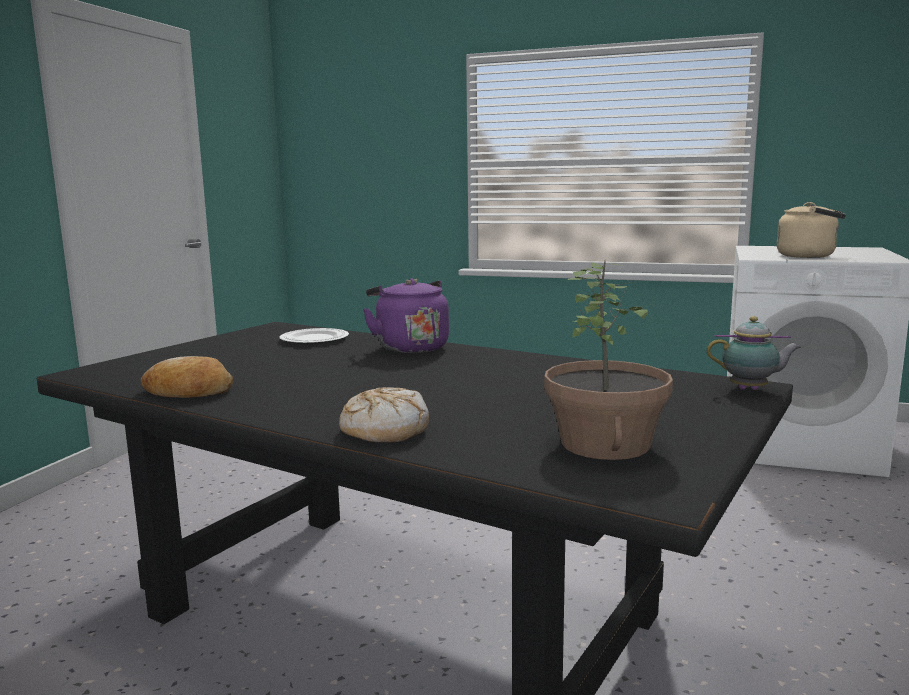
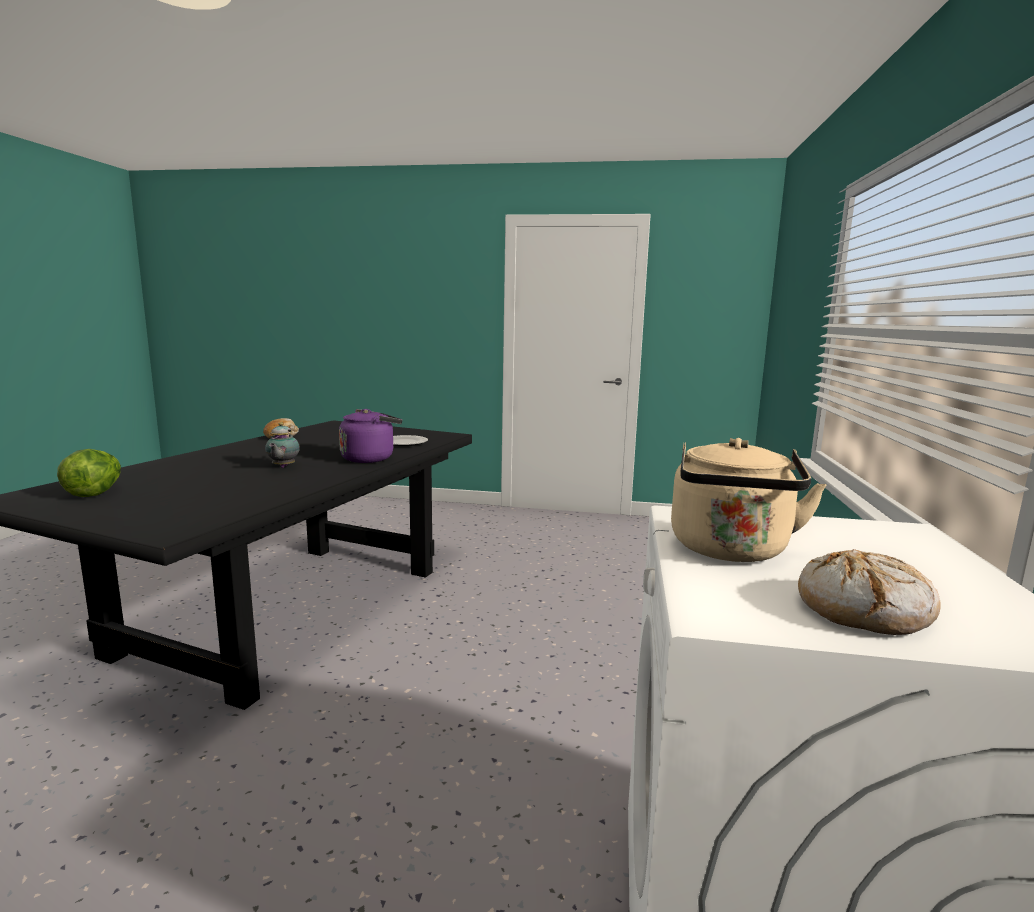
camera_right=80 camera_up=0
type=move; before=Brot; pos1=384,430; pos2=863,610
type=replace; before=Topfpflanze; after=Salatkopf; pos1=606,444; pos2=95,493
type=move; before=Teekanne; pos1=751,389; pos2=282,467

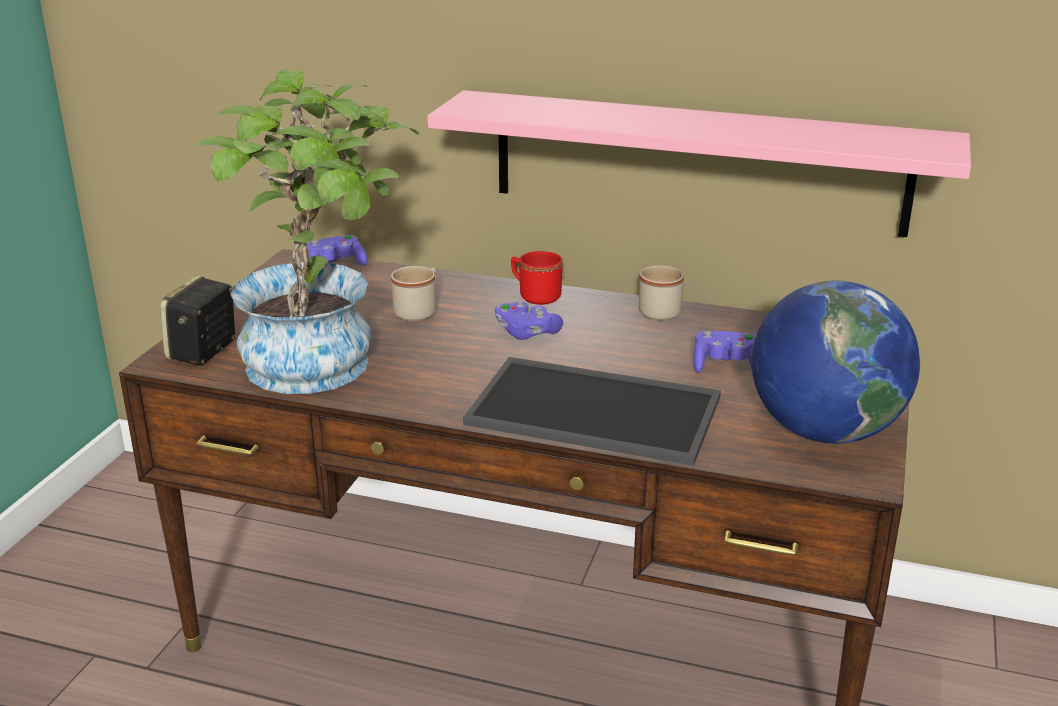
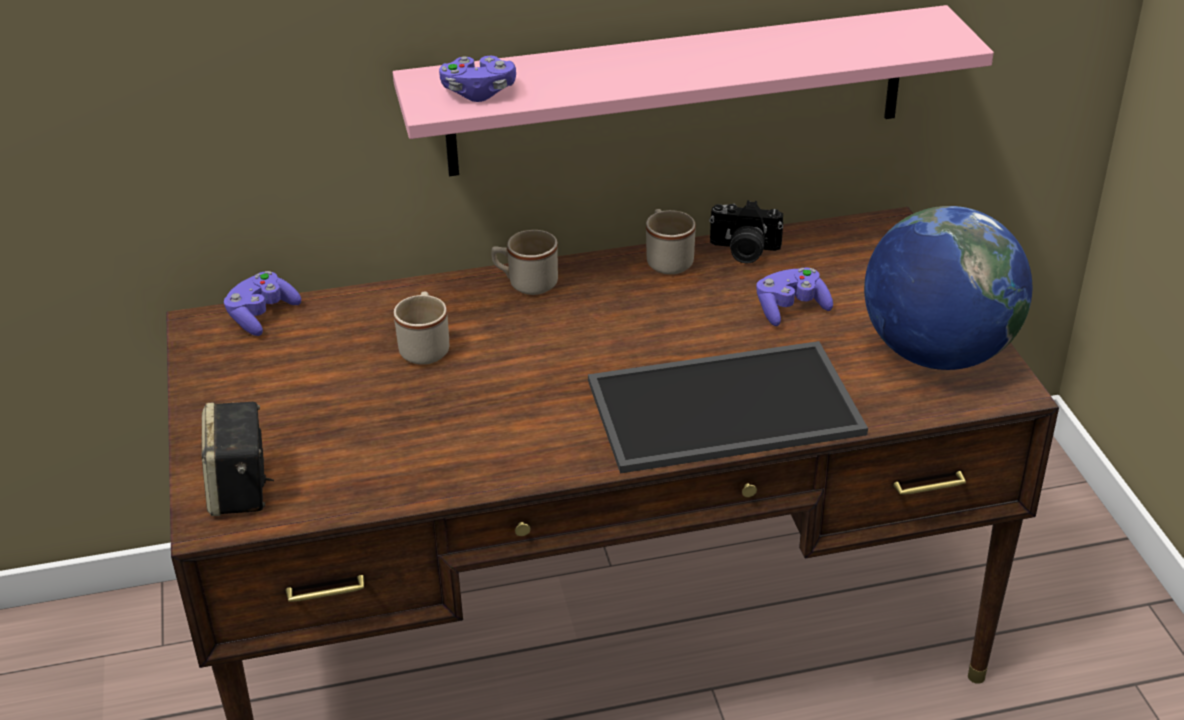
camera_right=-30 camera_up=10
type=delete; before=Topfpflanze; pos1=325,368
type=move; before=Gamepad/lila; pos1=526,333; pos2=478,93
type=recolor; before=Henkelbecher/rot; after=Henkelbecher/beige; pos1=535,296; pos2=526,283
type=insert; after=Kamera; pos2=744,251

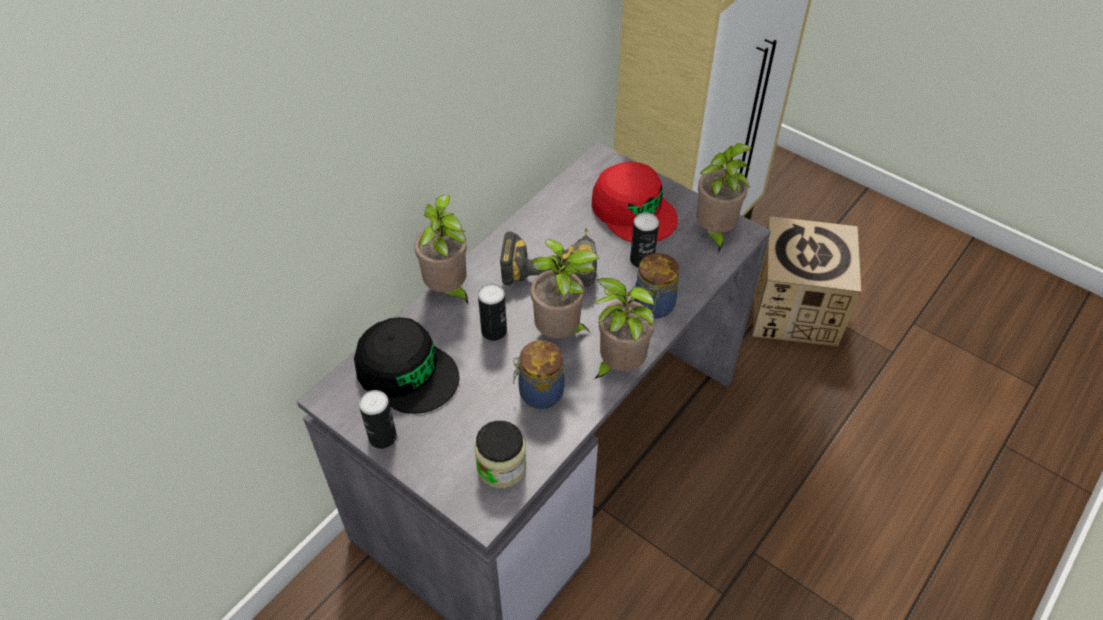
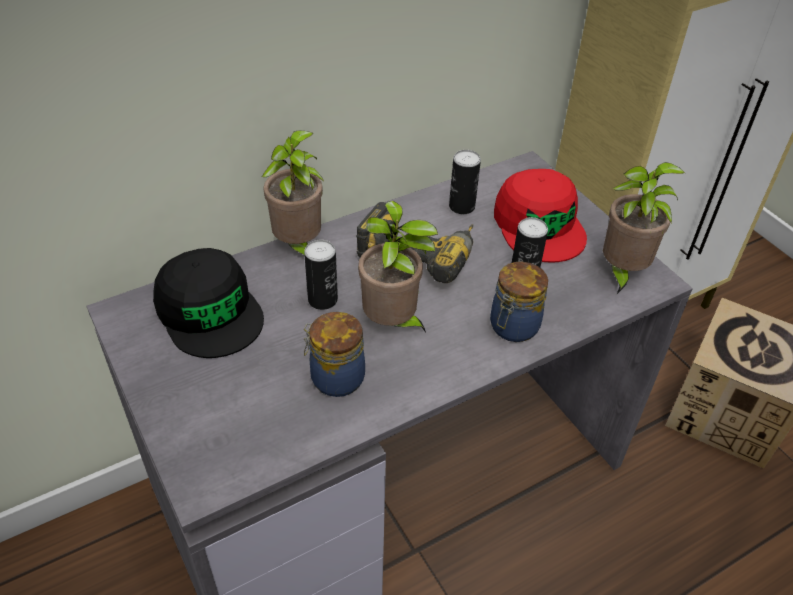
camera_right=20 camera_up=-5
type=move; before=Dose; pos1=382,437; pos2=462,206
type=delete; before=Vorratsglas; pos1=501,467
type=delete; before=Topfpflanze; pos1=618,365

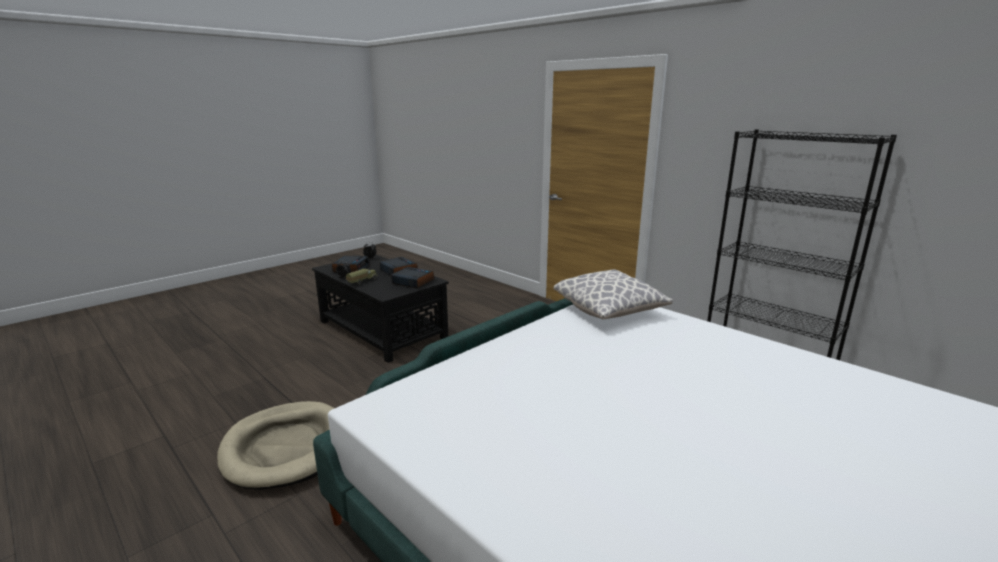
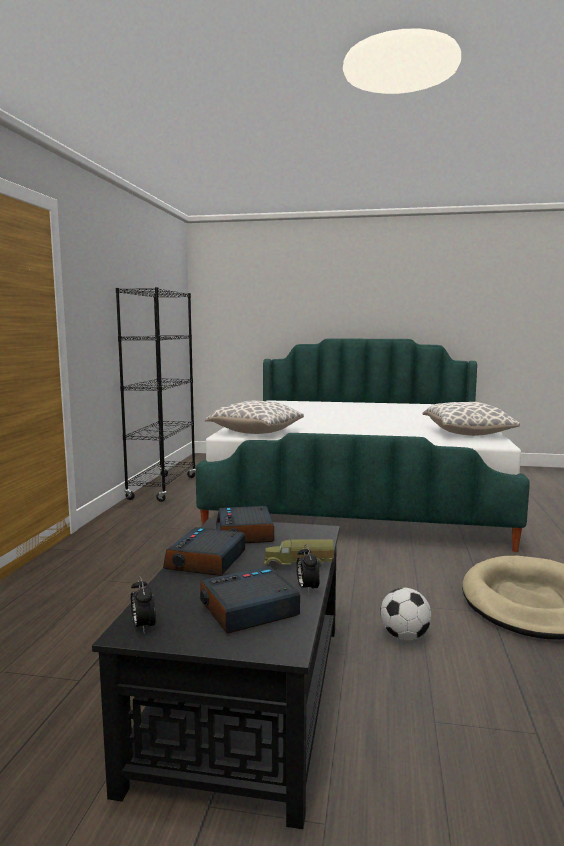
camera_right=-125 camera_up=-10
type=insert; after=Fußball; pos2=404,636
type=insert; after=Kissen; pos2=467,434

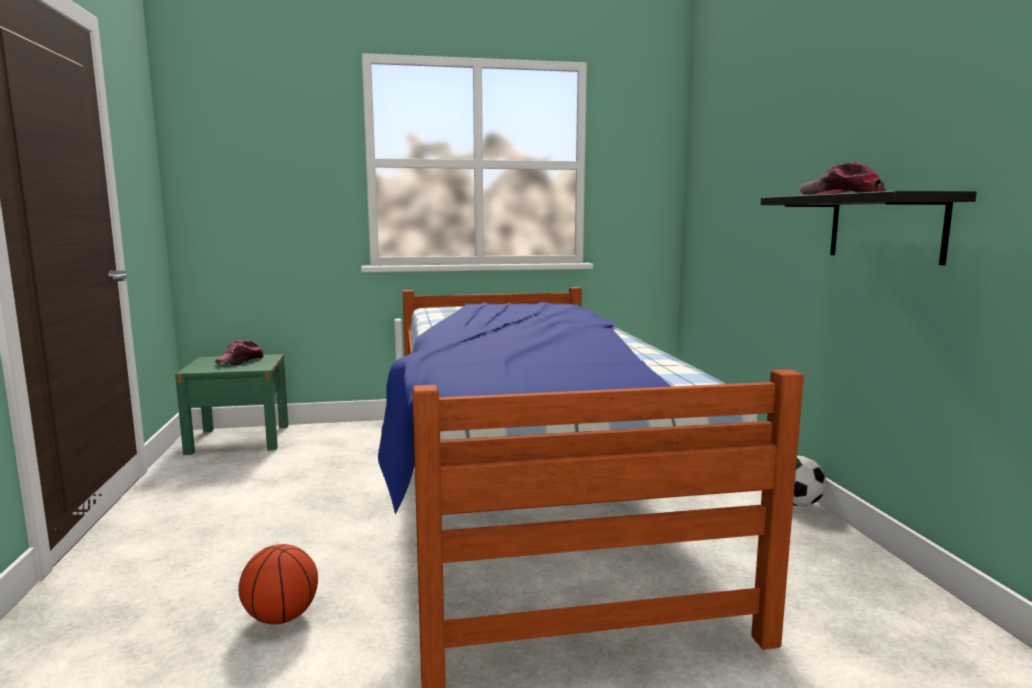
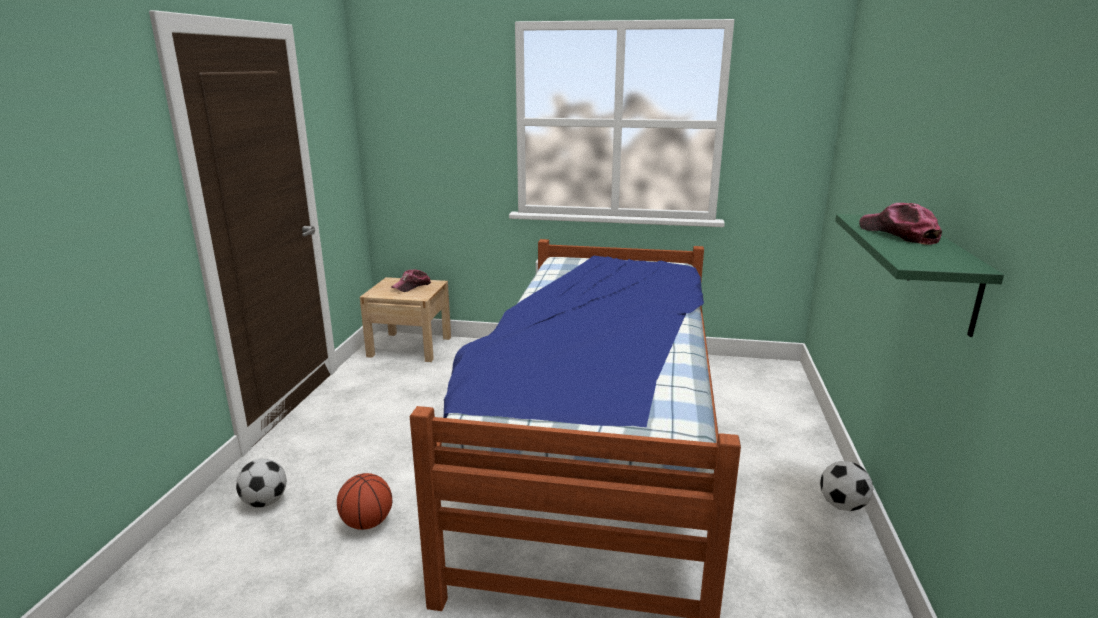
camera_right=20 camera_up=10
type=recolor; before=Nachttisch/grün; after=Nachttisch/beige; pos1=239,439; pos2=410,347
type=recolor; before=Wandregal/schwarz; after=Wandregal/grün; pos1=885,227; pos2=943,273
type=insert; after=Fußball; pos2=265,502

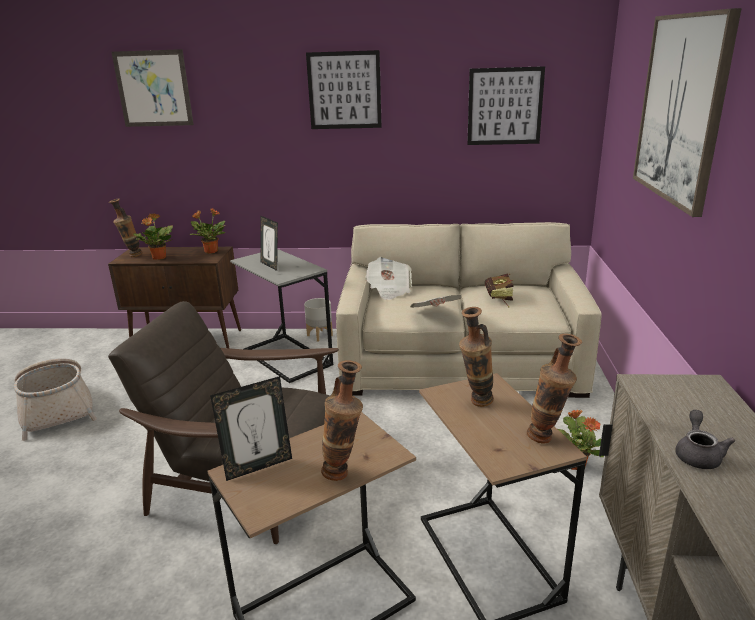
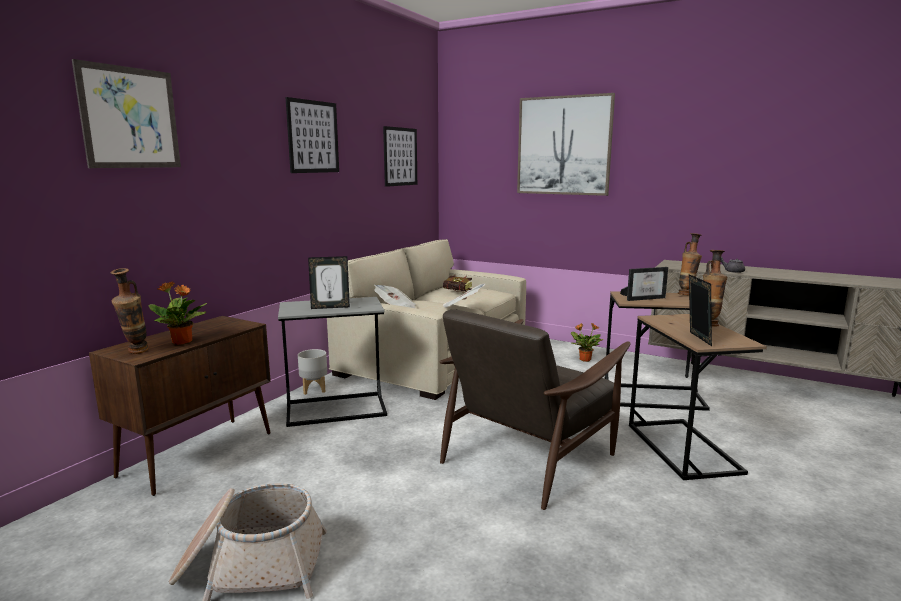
camera_right=-65 camera_up=-10
type=delete; before=Topfpflanze; pos1=210,251
type=replace; before=Vase; after=Bilderrahmen; pos1=475,403; pos2=644,298

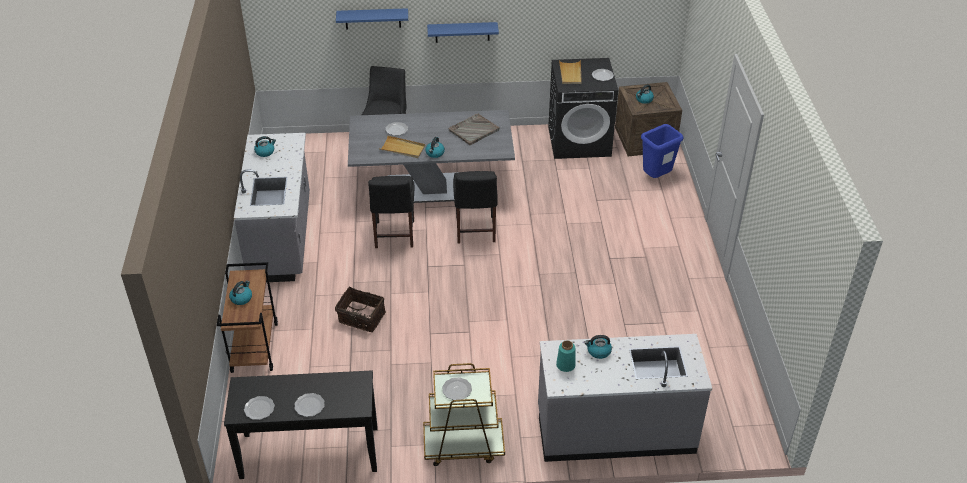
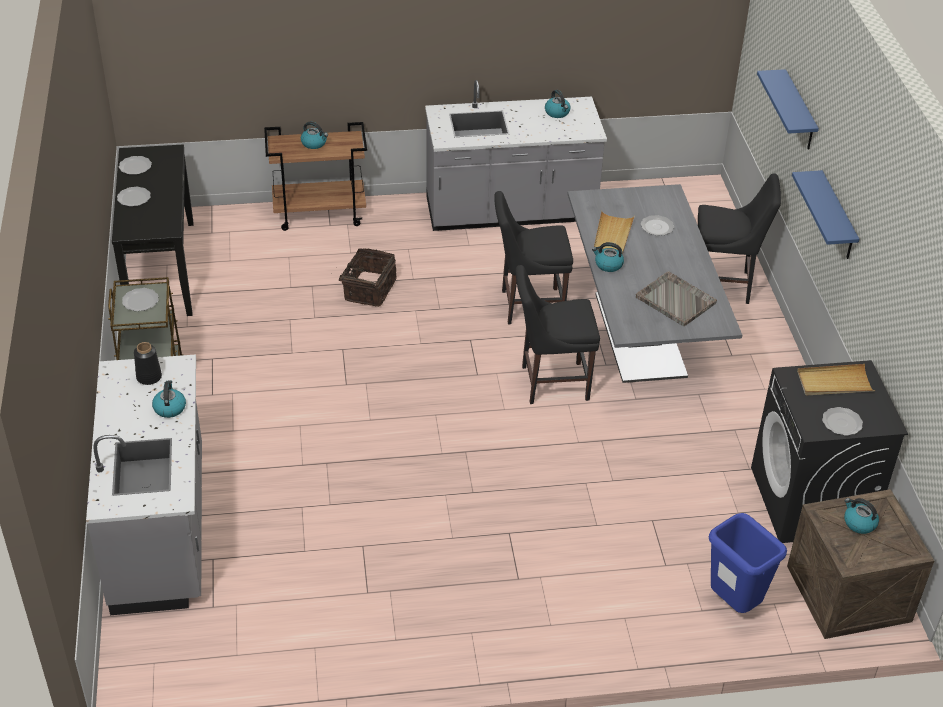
camera_right=85 camera_up=0
type=recolor; before=Vase/türkis; after=Vase/schwarz; pos1=565,365; pos2=149,377

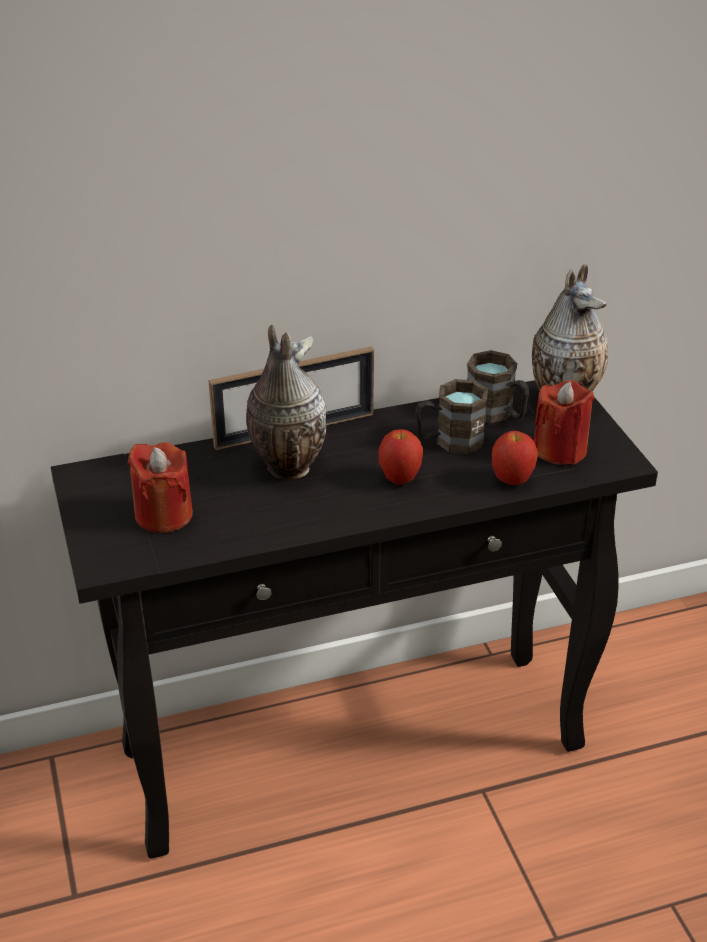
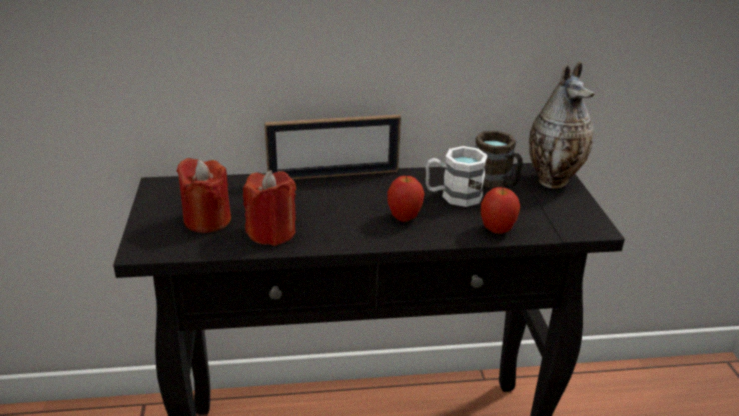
camera_right=10 camera_up=-5
type=delete; before=Vase; pos1=285,467
type=recolor; before=Henkelbecher/braun; after=Henkelbecher/weiß; pos1=449,441; pos2=453,196
type=move; before=Kerze/rot; pos1=559,449; pos2=272,232

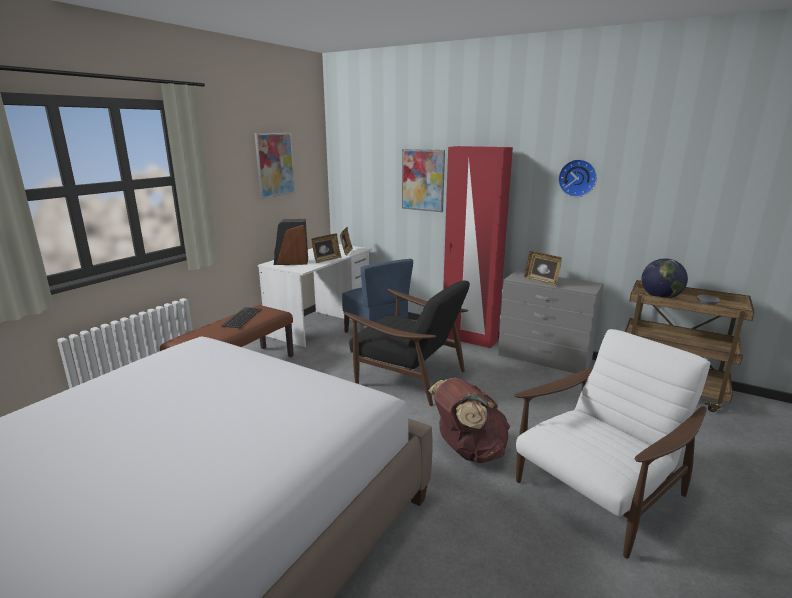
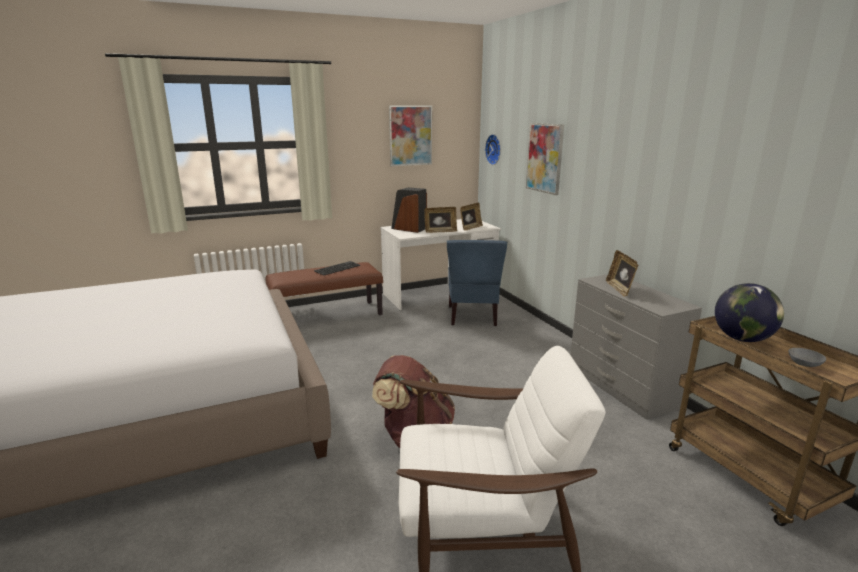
camera_right=35 camera_up=0
type=delete; before=Sessel/schwarz; pos1=408,376
type=delete; before=Kleiderschrank/rot; pos1=469,339
type=move; before=Wanduhr; pos1=577,178; pos2=494,149

